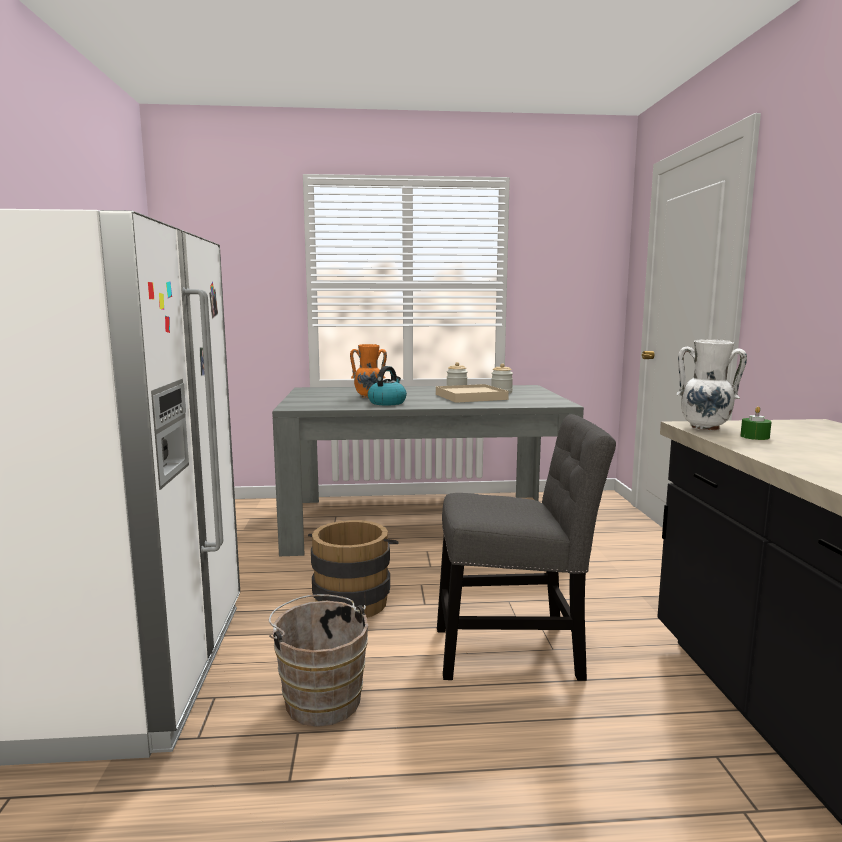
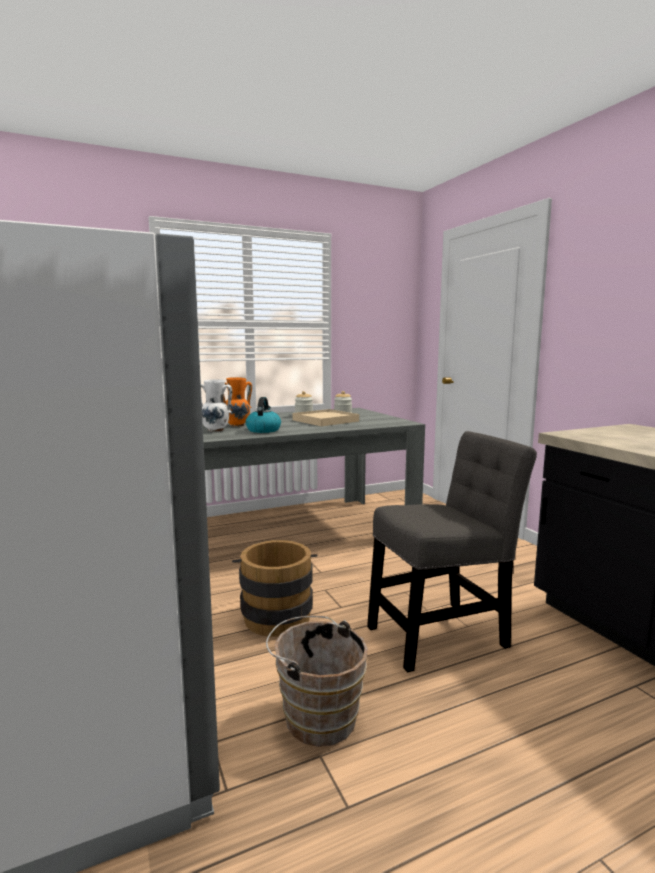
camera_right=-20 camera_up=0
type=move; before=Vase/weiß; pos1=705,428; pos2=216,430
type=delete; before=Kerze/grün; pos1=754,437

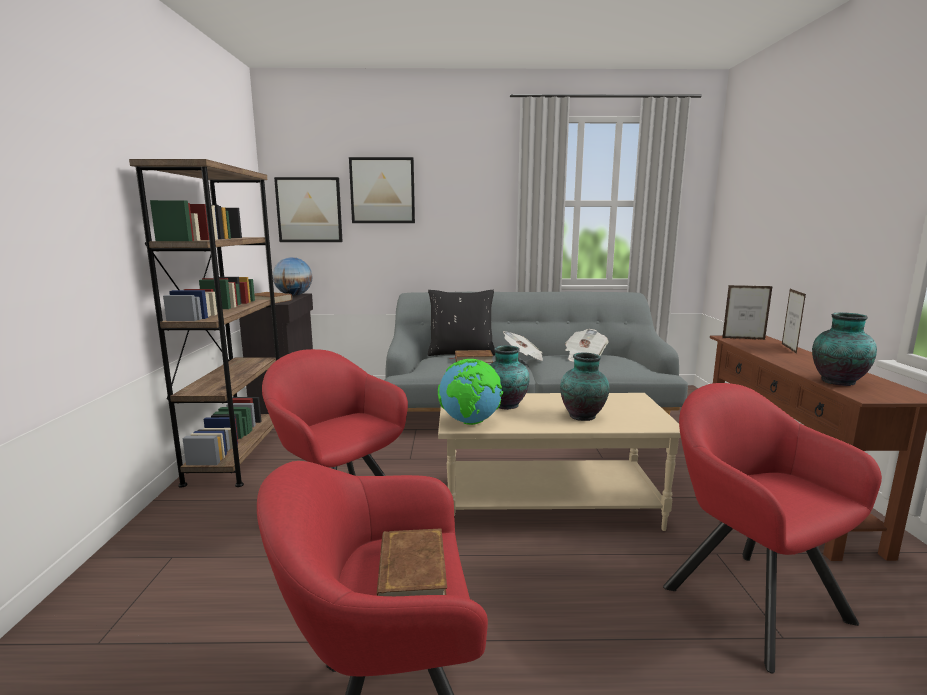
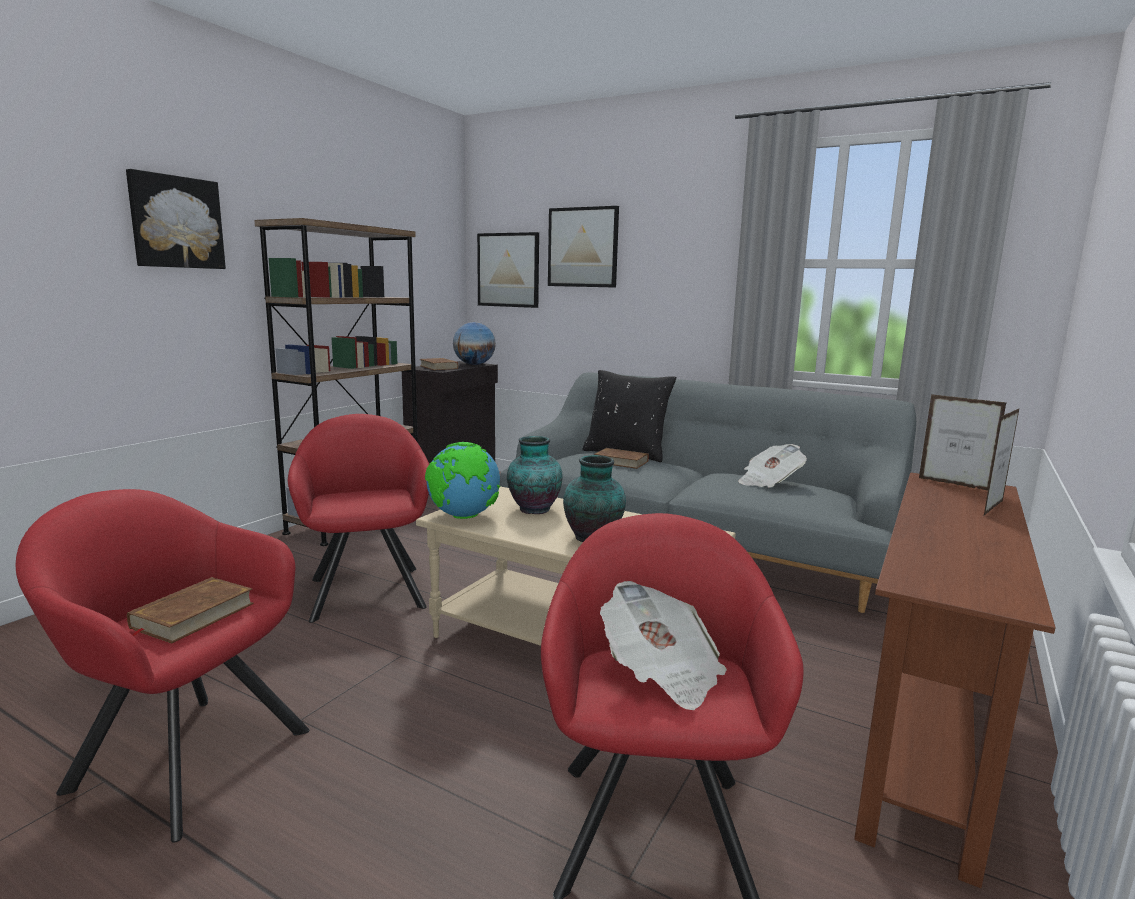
camera_right=30 camera_up=0
type=move; before=Zeitung; pos1=523,357; pos2=661,672
type=delete; before=Vase; pos1=837,382
type=insert; after=Bild; pos2=176,222

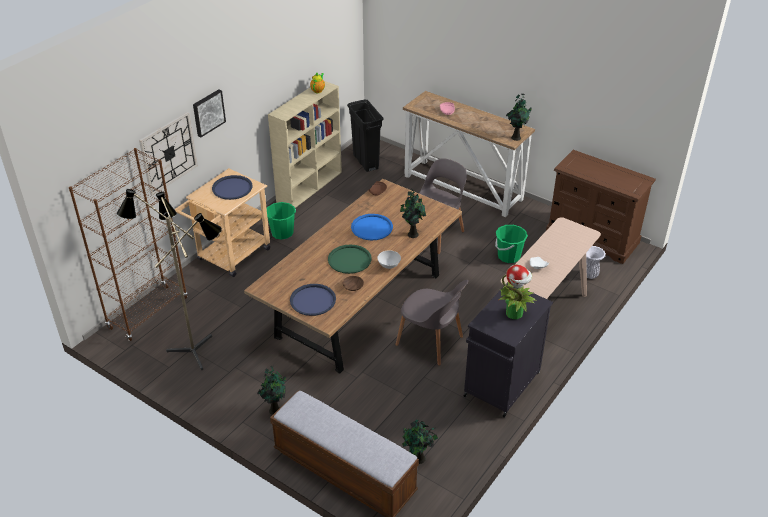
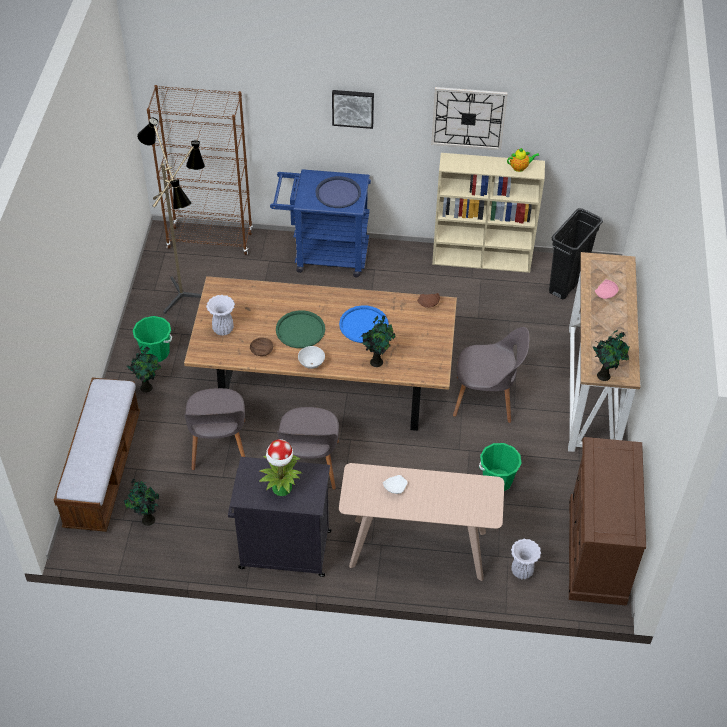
camera_right=60 camera_up=10
type=move; before=Wanduhr; pos1=168,153; pos2=468,118
type=recolor; before=Rollwagen/beige; after=Rollwagen/blau; pos1=229,257; pos2=324,255
type=move; before=Eimer/grün; pos1=282,233; pos2=156,352
type=replace; before=Tablett/blau; after=Vase/weiß; pos1=313,300; pos2=223,330
type=insert; after=Stuhl/grau; pos2=219,446

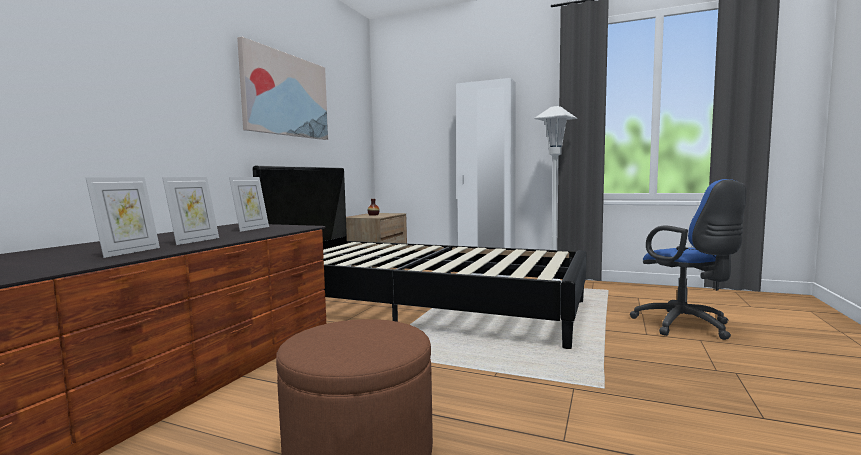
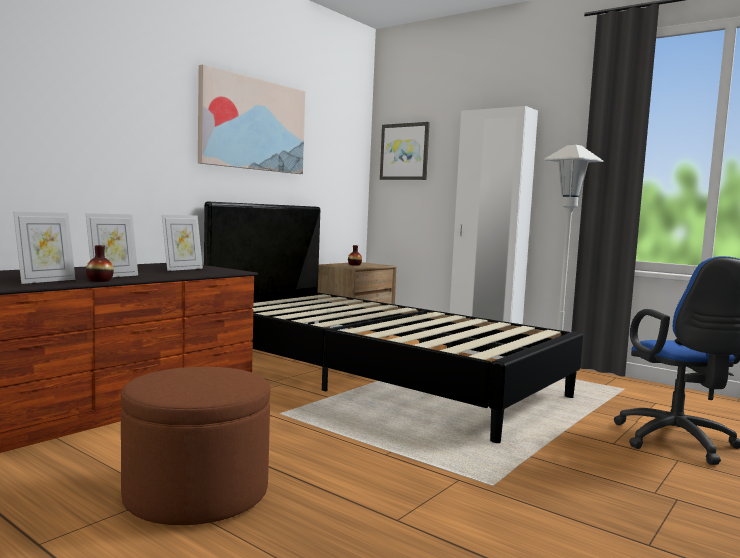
camera_right=15 camera_up=0
type=insert; after=Vase; pos2=99,280
type=insert; after=Bild; pos2=404,151

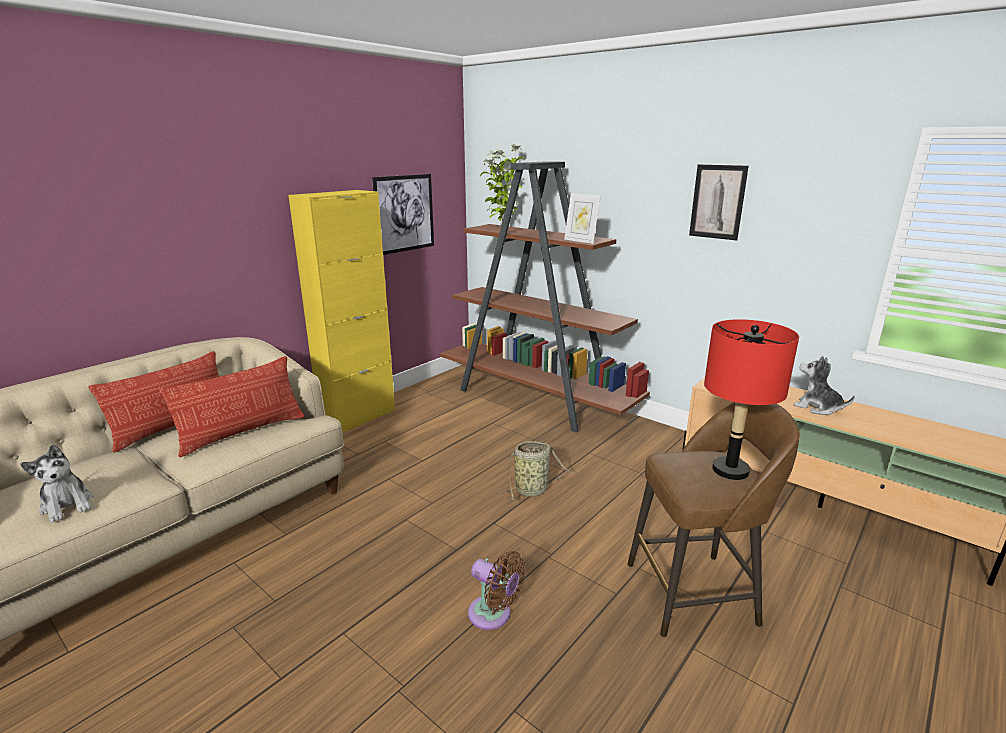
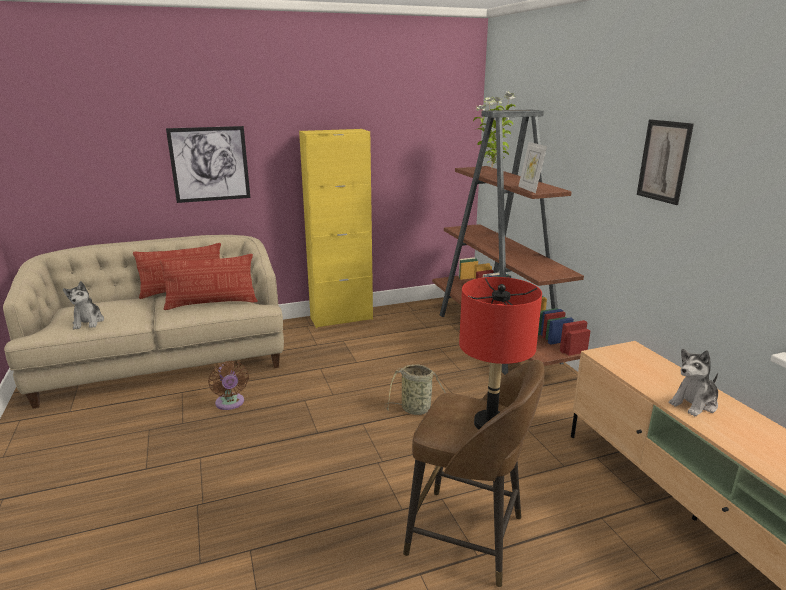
camera_right=30 camera_up=0
type=move; before=Bild; pos1=404,213; pos2=210,164
type=move; before=Ventilator/braun; pos1=493,615; pos2=230,403
type=rotate; before=Plüschtier; pos1=817,408; pos2=694,403; turn=-105

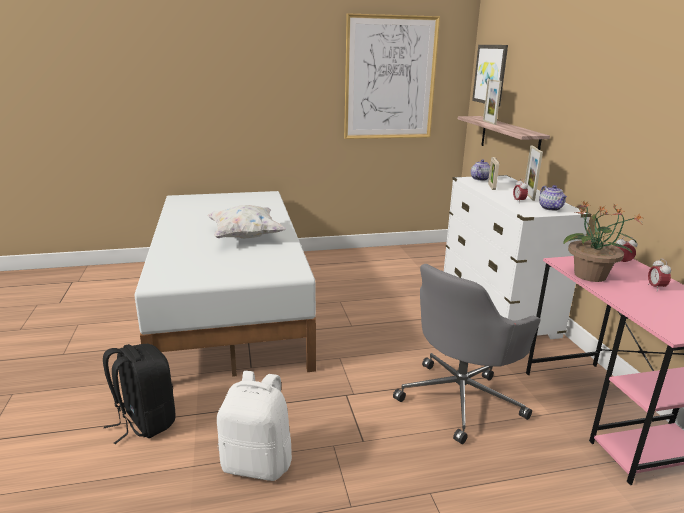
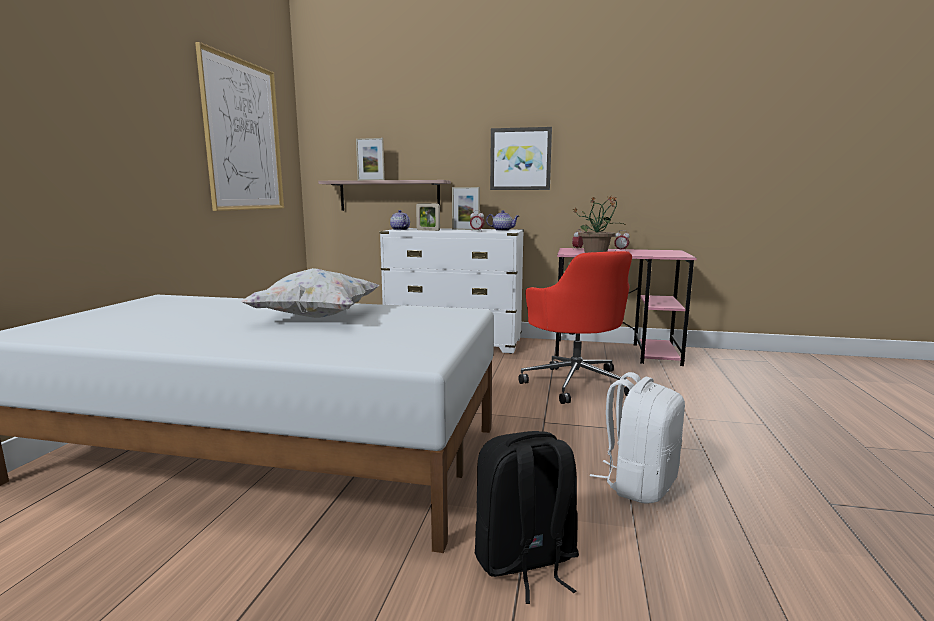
camera_right=-65 camera_up=-10
type=recolor; before=Bürostuhl/grau; after=Bürostuhl/rot; pos1=461,398; pos2=575,383
type=move; before=Bild; pos1=490,74; pos2=520,159

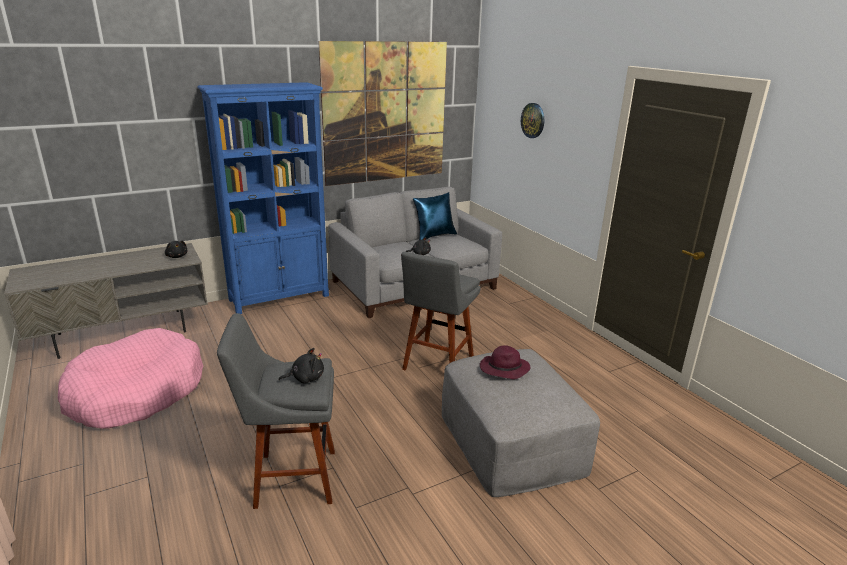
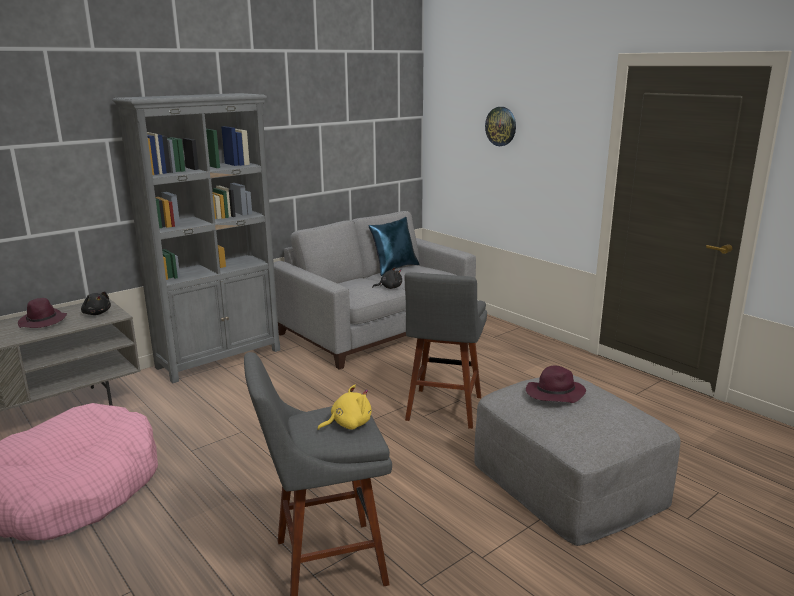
camera_right=-10 camera_up=-5
type=recolor; before=Bücherregal/blau; after=Bücherregal/grau; pos1=280,297; pos2=220,358
type=recolor; before=Plüschtier/schwarz; after=Plüschtier/gelb; pos1=305,378; pos2=348,424
type=delete; before=Bild; pos1=385,113
type=insert; after=Hut/lila; pos2=43,322

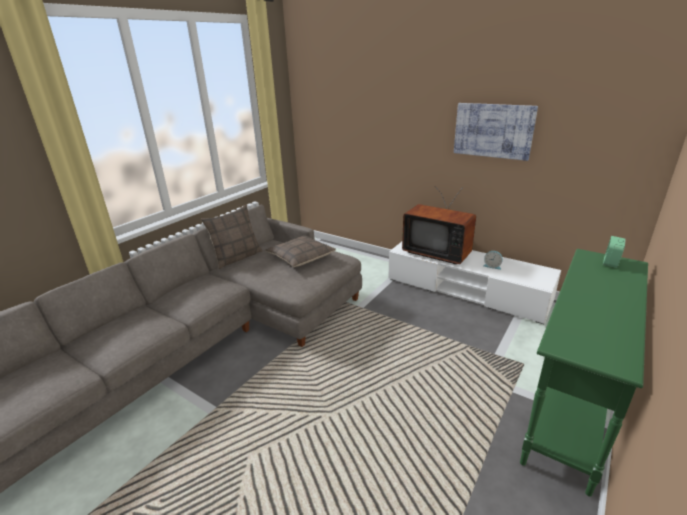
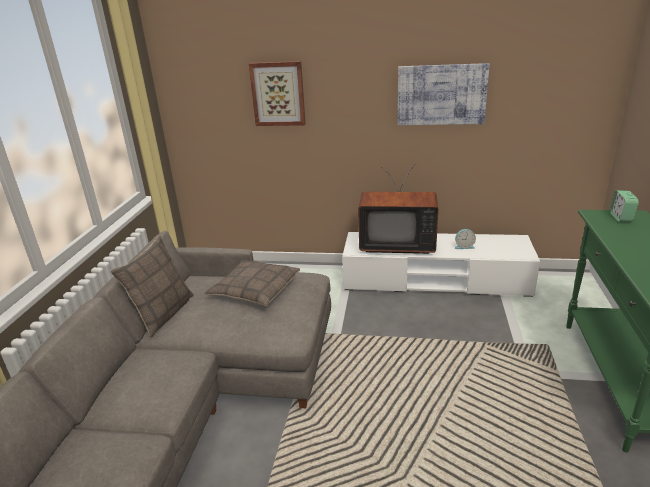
camera_right=-25 camera_up=0
type=insert; after=Bild; pos2=278,94

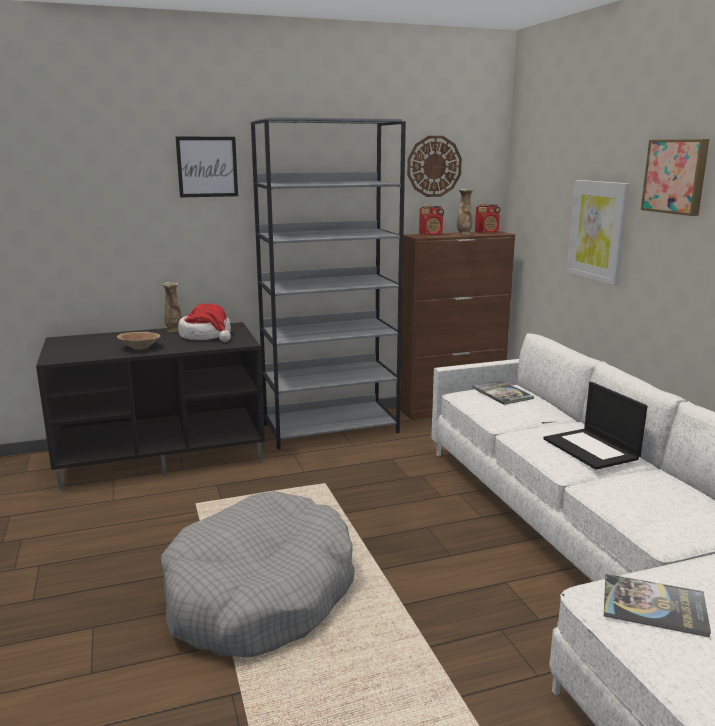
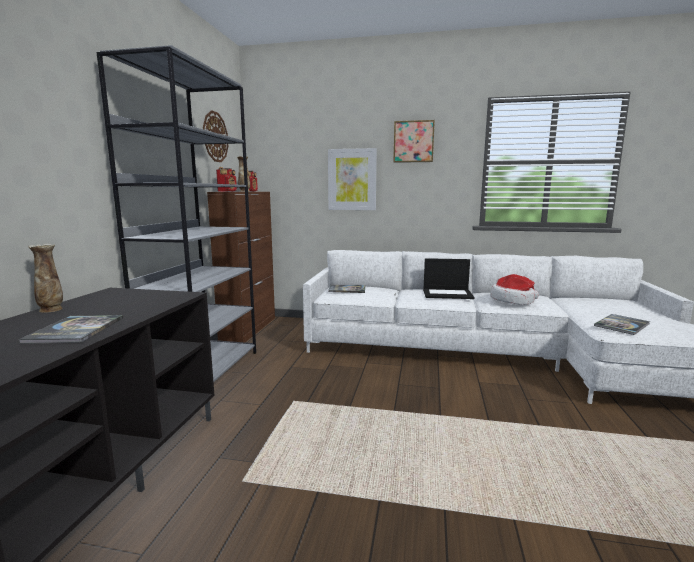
camera_right=-60 camera_up=-5
type=replace; before=Schüssel/braun; after=Buch; pos1=140,347; pos2=76,330
type=delete; before=Hundebett/grau; pos1=260,594
type=delete; before=Bild; pos1=207,167
type=move; before=Hut; pos1=206,336; pos2=513,300

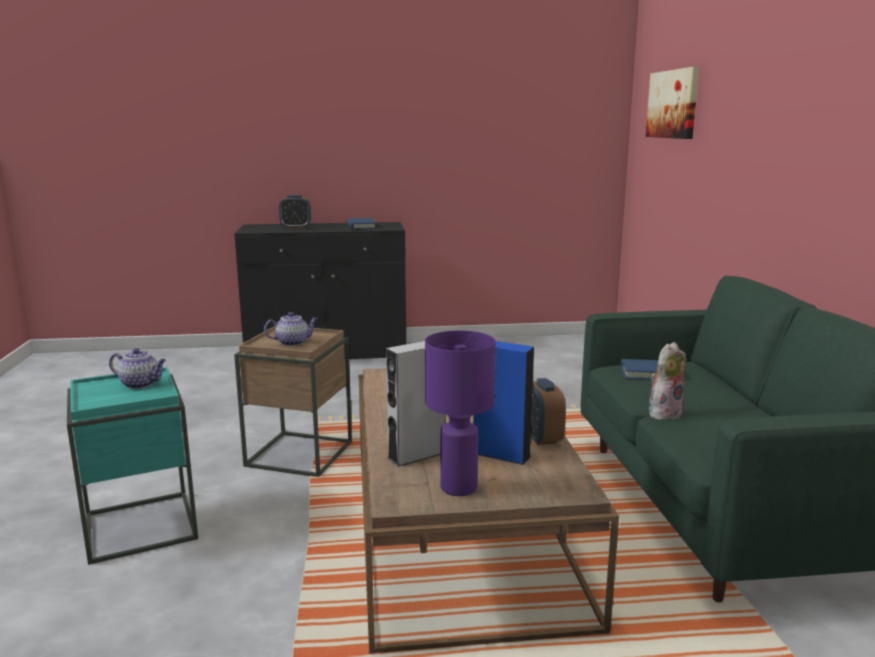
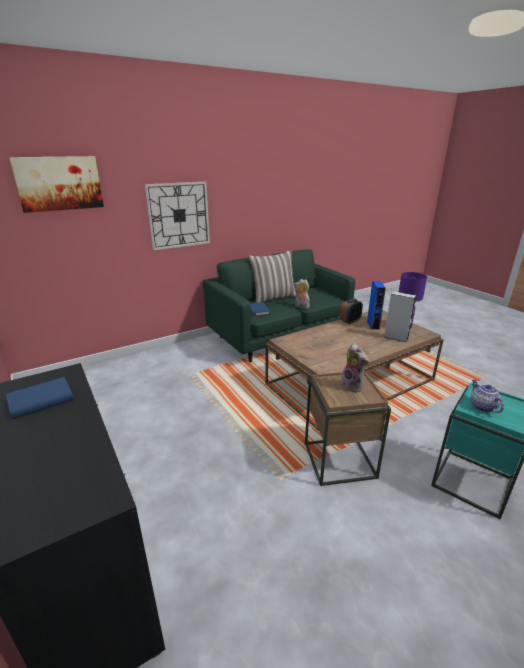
camera_right=-115 camera_up=10
type=replace; before=Teekanne; after=Plüschtier; pos1=293,342; pos2=353,386
type=delete; before=Wecker; pos1=296,227
type=insert; after=Wanduhr; pos2=179,215
type=insert; after=Kissen; pos2=273,297

